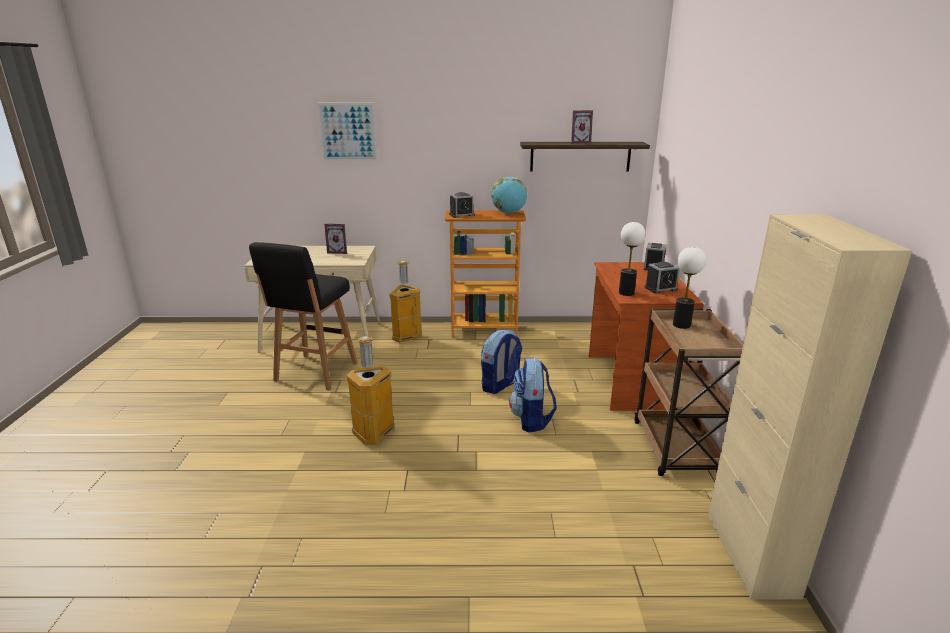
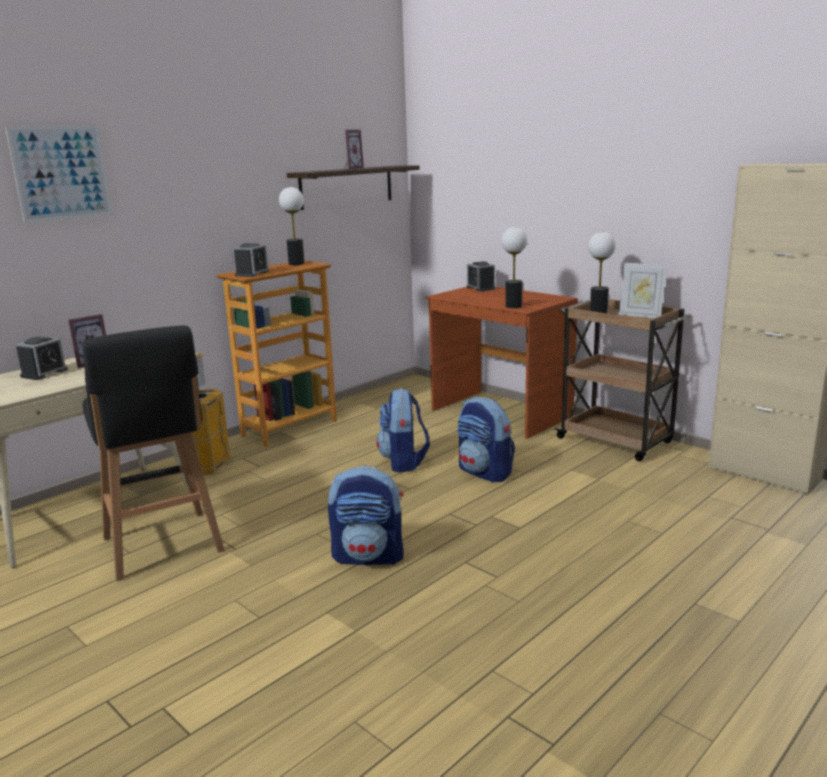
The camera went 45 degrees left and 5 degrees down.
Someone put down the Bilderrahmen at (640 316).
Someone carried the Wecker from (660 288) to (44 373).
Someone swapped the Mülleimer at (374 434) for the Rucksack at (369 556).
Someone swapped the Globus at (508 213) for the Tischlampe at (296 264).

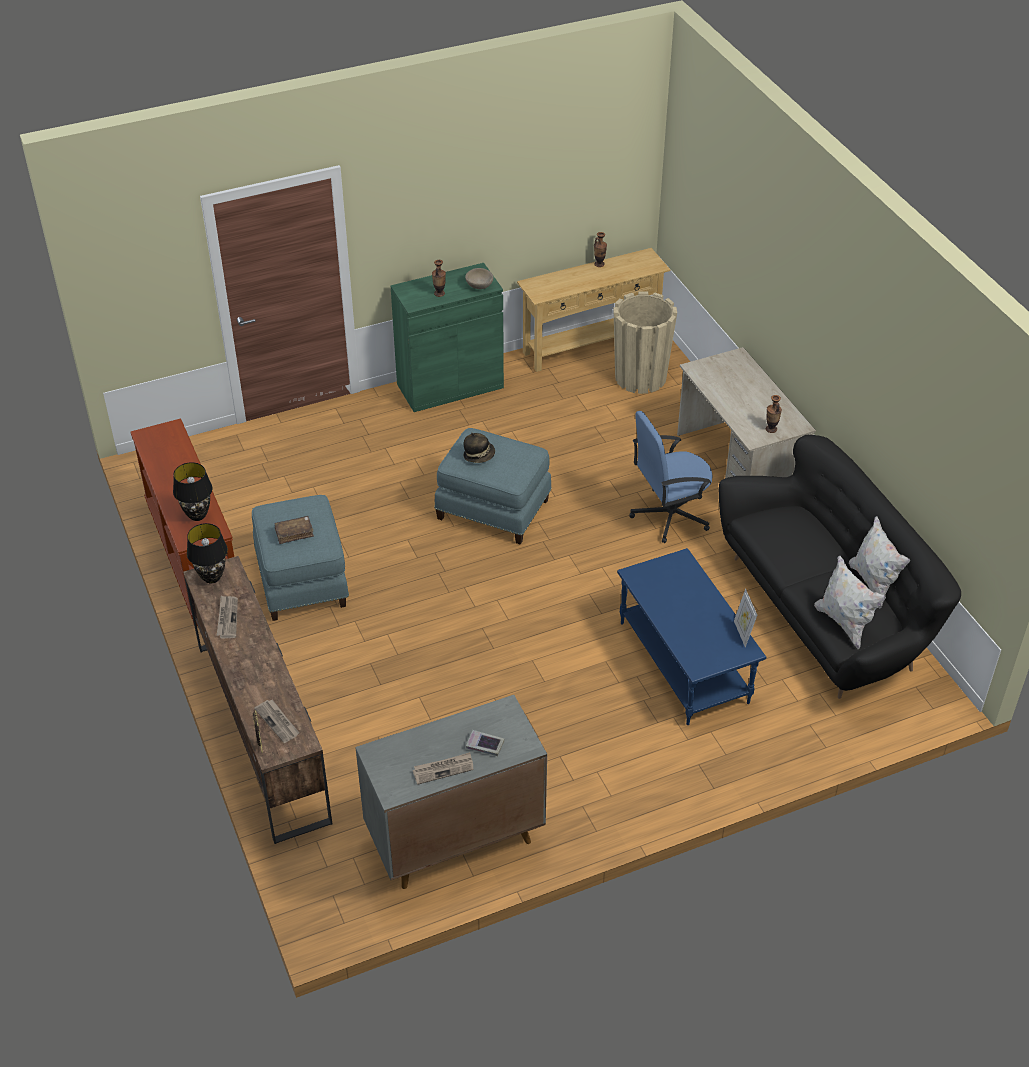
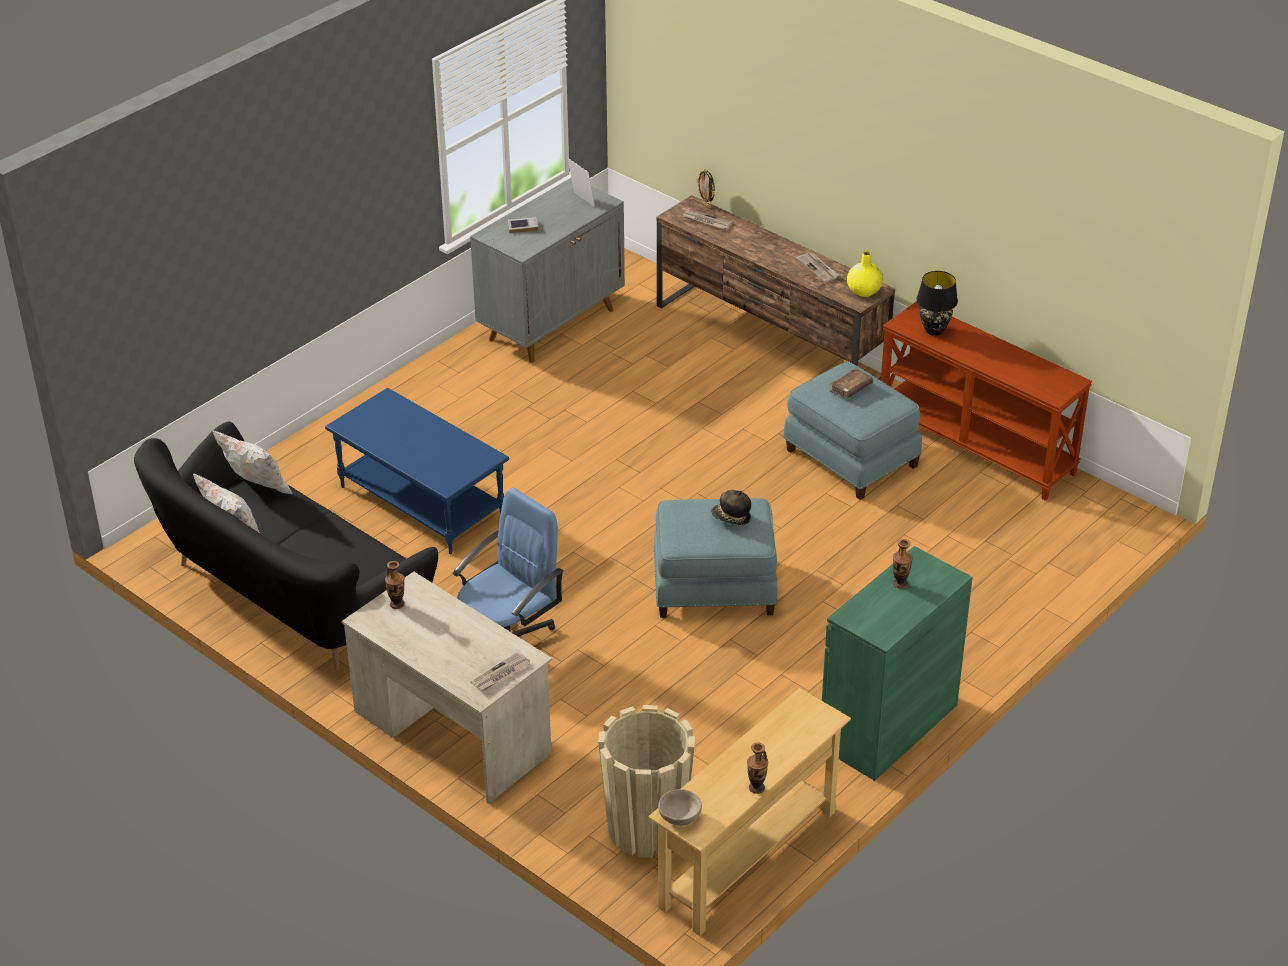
The camera went 155 degrees right and 5 degrees down.
Someone carried the Zeitung from (443 769) to (500 674).
Someone carried the Schüssel (beige) from (479 286) to (680 817).
Someone carried the Bilderrahmen from (743 633) to (581 200).
Someone swapped the Tischlampe (schwarz) at (212 578) for the Vase (gelb) at (864 290).

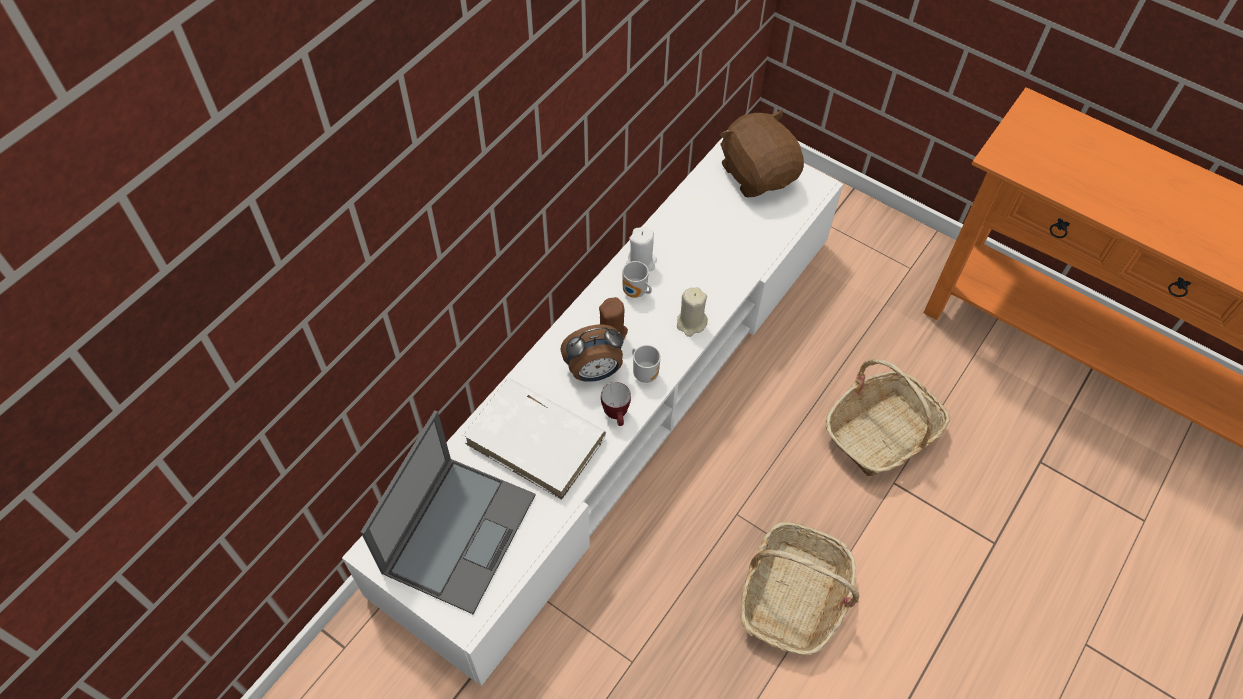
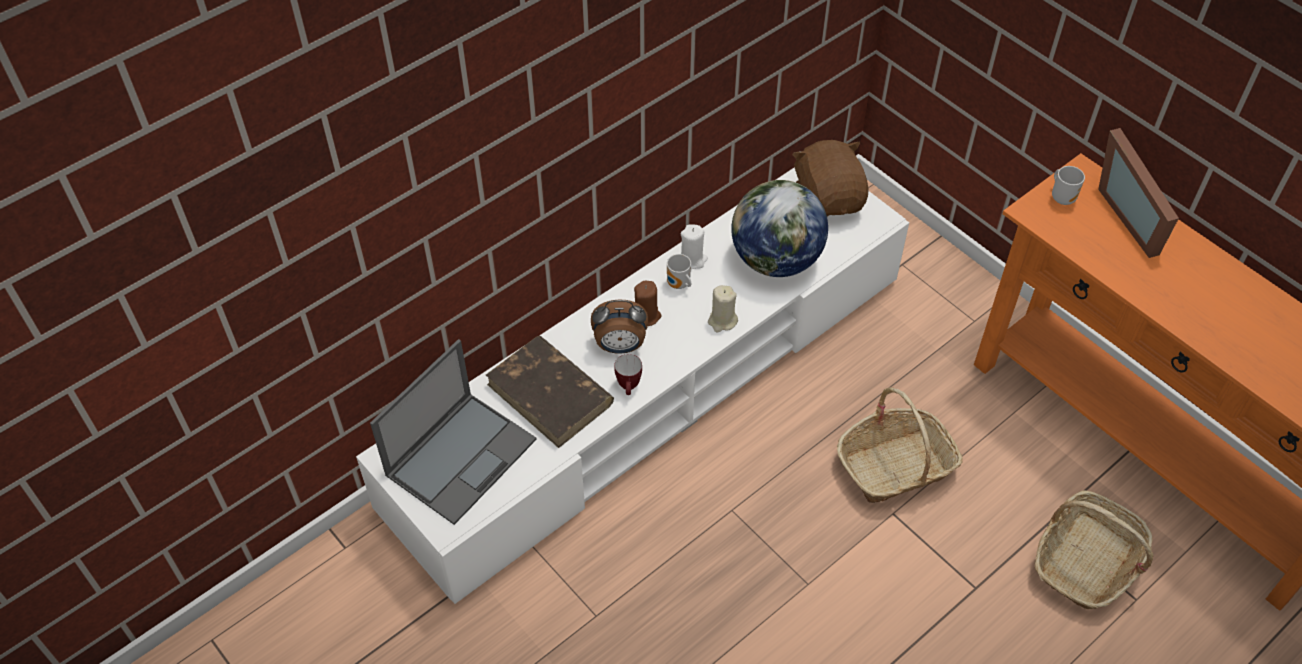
The camera went 15 degrees right and 5 degrees down.
Someone put down the Globus at (775 260).
Someone put down the Bilderrahmen at (1134 215).
Someone carried the Henkelbecher from (645 373) to (1062 197).
Someone carried the Korb from (793 597) to (1086 562).
Someone repainted the Buch (weiß) at (536 441), which became the Buch (braun) at (551 394).

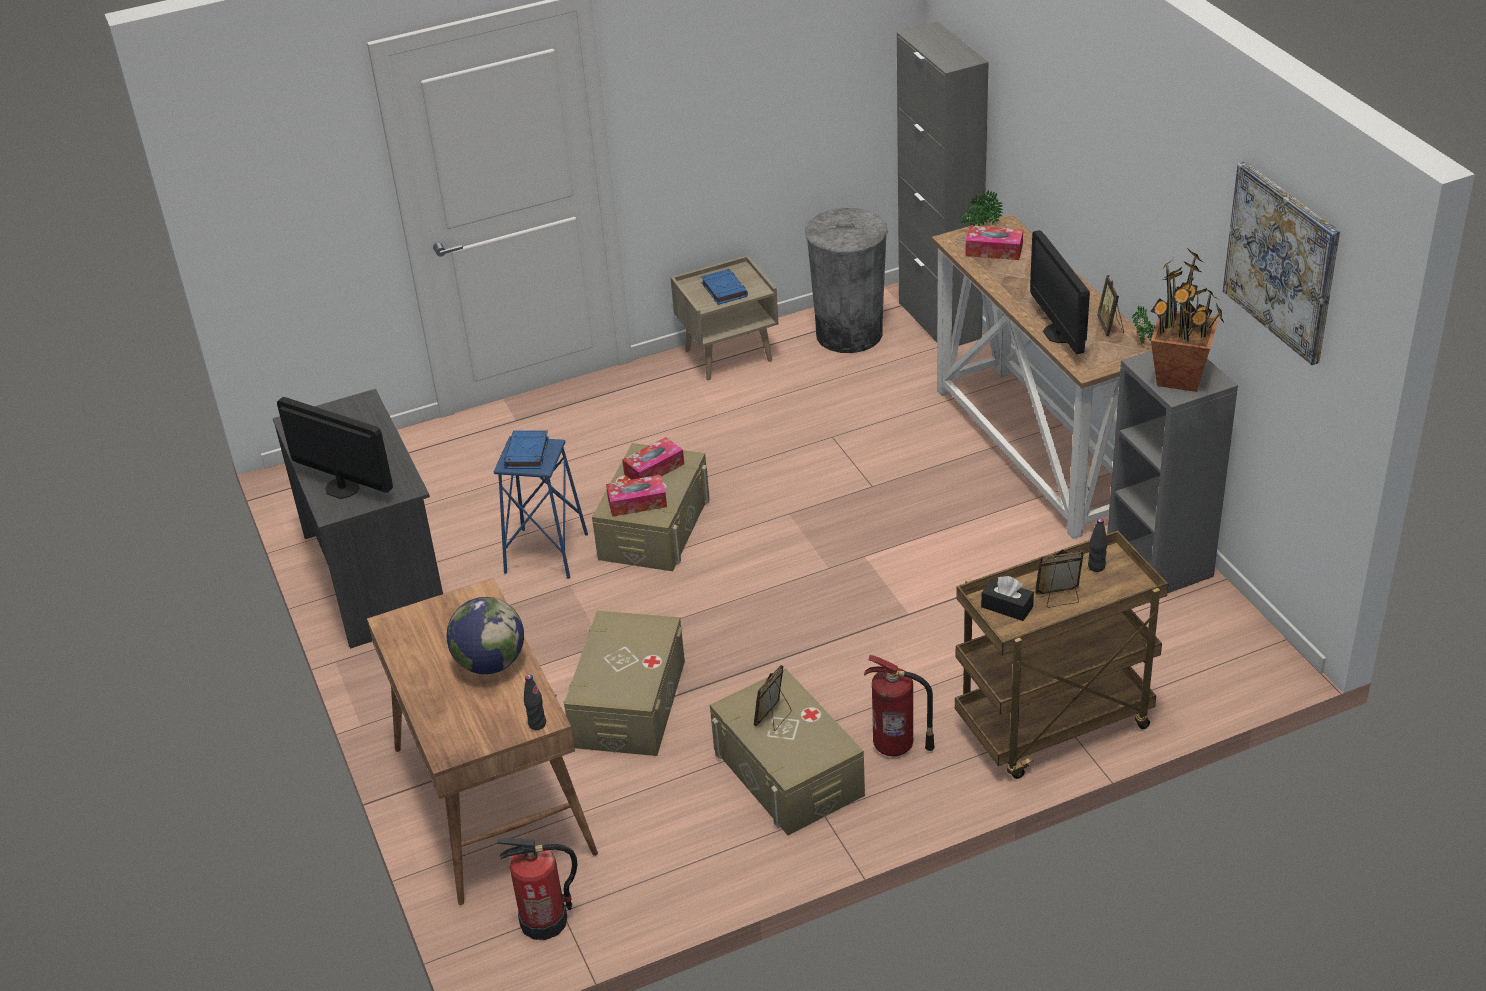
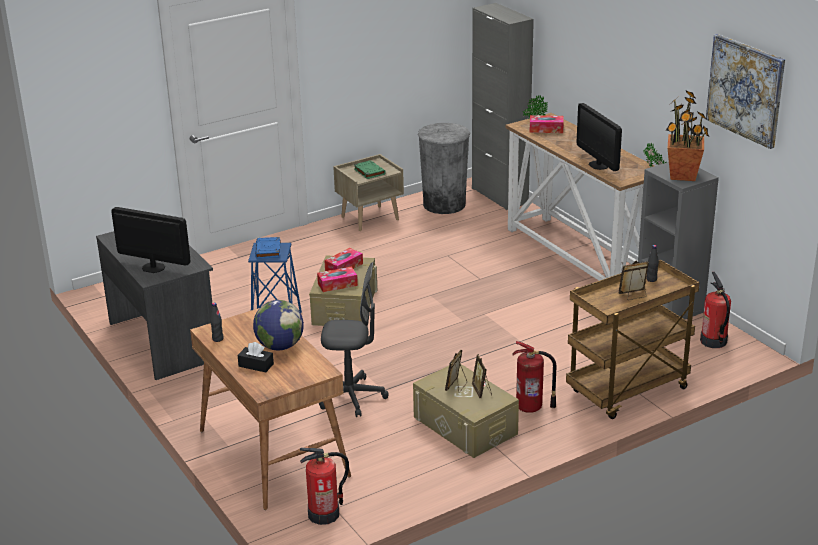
The camera went 10 degrees left and 10 degrees down.
Someone put down the Feuerlöscher at (713 341).
Someone carried the Flasche (schwarz) from (537 724) to (217 339).
Someone carried the Taschentuchbox (schwarz) from (1007 607) to (256 365).
Someone carried the Bilderrahmen from (1110 326) to (482 391).
Someone swapped the Aufbewahrungsbox (beige) at (629 703) for the Bürostuhl (grau) at (351 397).
Someone repainted the Buch (blau) at (724 290), which became the Buch (grün) at (369 172).

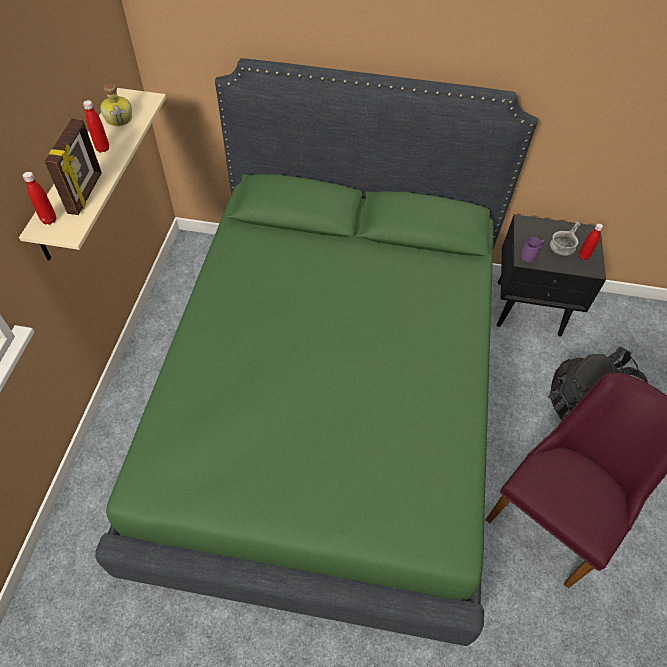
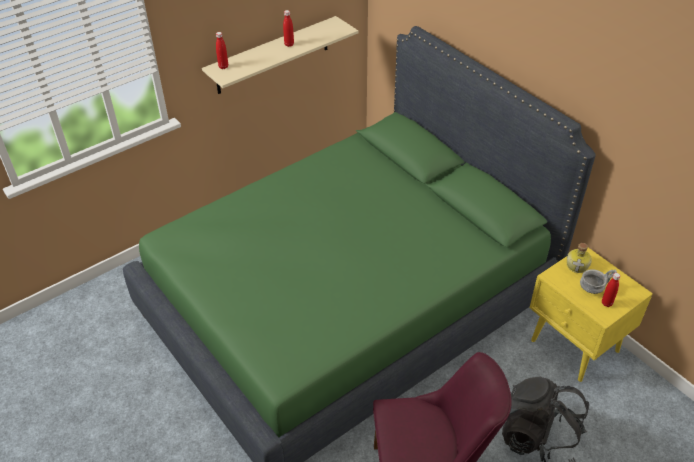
The camera went 45 degrees right and 10 degrees down.
Someone took away the Bilderrahmen at (86 193).
Someone took away the Henkelbecher (lila) at (530 255).
Someone carried the Flasche from (119 118) to (578 265).
Someone repainted the Nachttisch (schwarz) at (530 308), which became the Nachttisch (gelb) at (575 346).

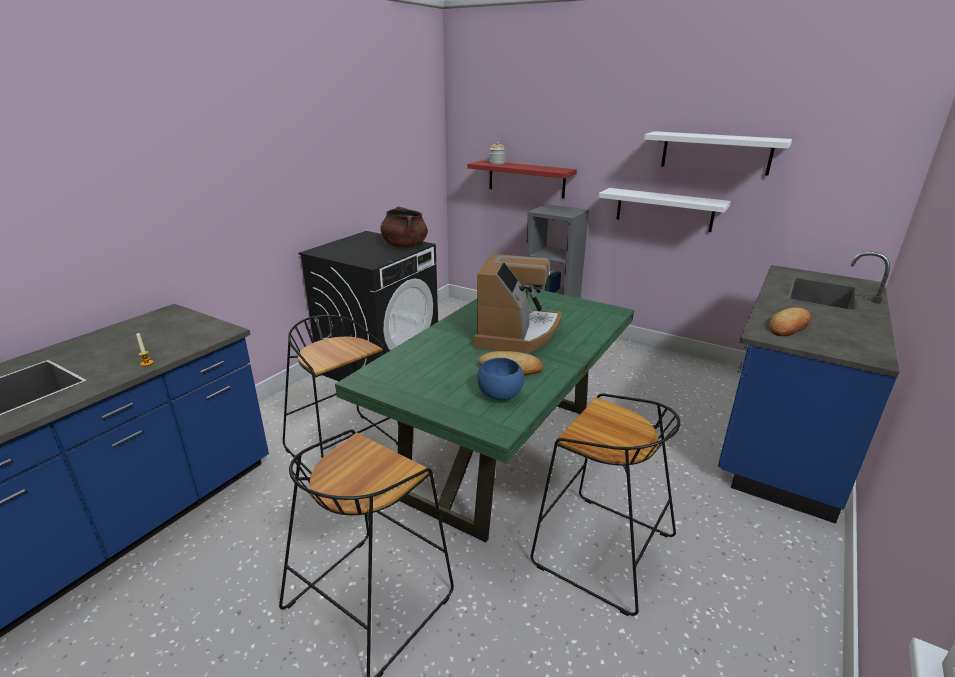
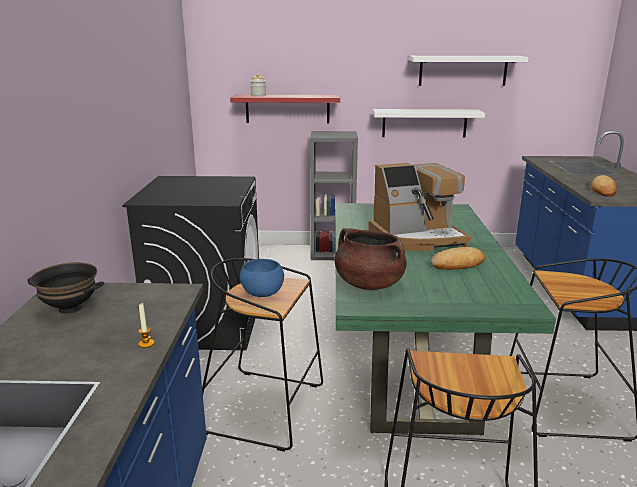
The camera went 30 degrees left and 5 degrees down.
Someone put down the Schüssel (schwarz) at (70 308).
Someone carried the Kochtopf (braun) from (404 245) to (368 284).
Someone carried the Schüssel (blau) from (499 395) to (262 293).
Someone rotated the Kaffeemaschine at (516 334) by 90 degrees clockwise.

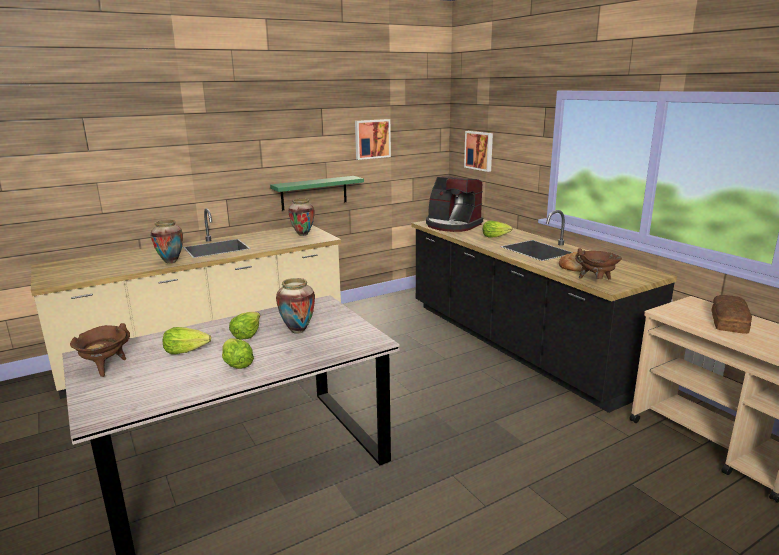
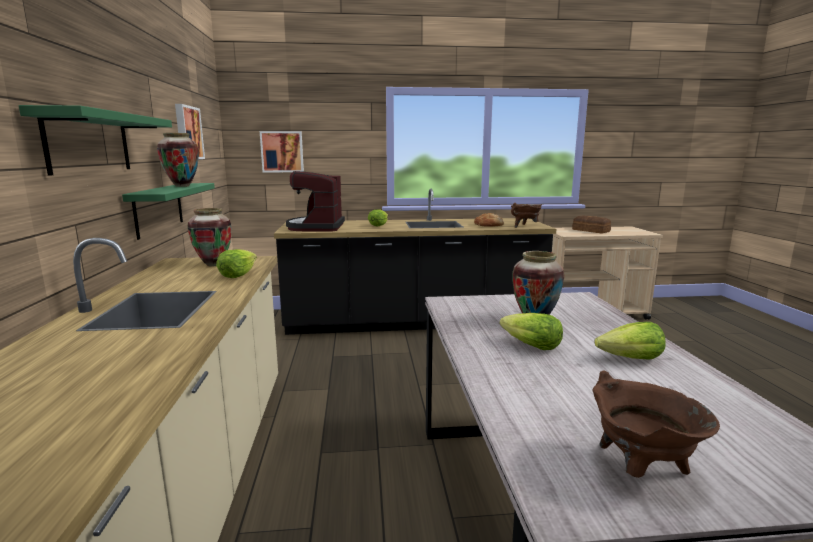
The camera went 65 degrees left and 5 degrees down.
Someone put up the Wandregal (grün) at (89 143).
Someone carried the Vase from (171 262) to (182 186).
Someone carried the Salatkopf from (186 350) to (238 275).
Someone rotated the Kaffeemaschine at (452 225) by 120 degrees clockwise.

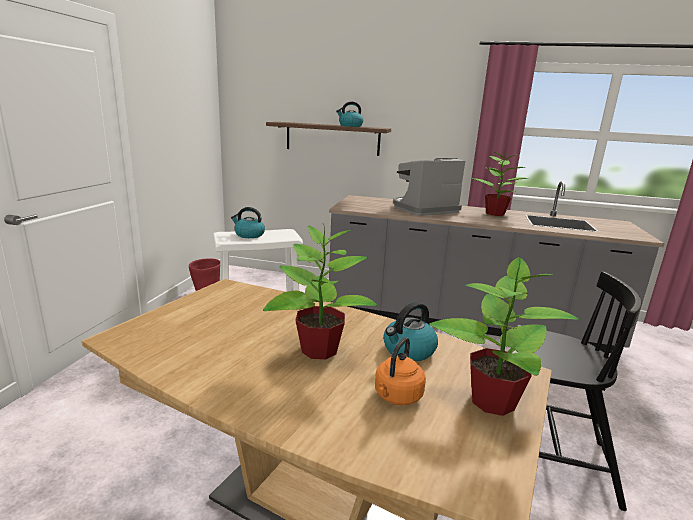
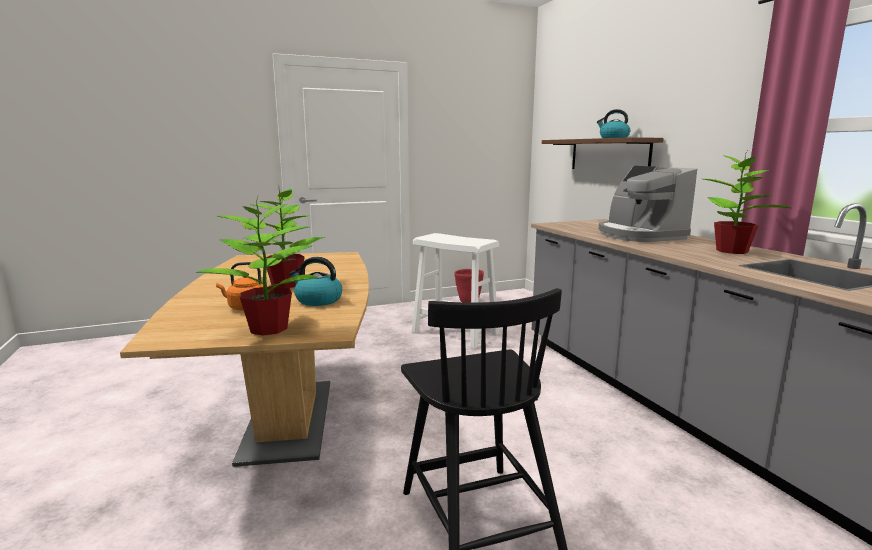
The camera went 55 degrees right and 5 degrees down.
Someone took away the Wasserkessel at (249 235).
Someone rotated the Kaffeemaschine at (424 209) by 135 degrees counterclockwise.

